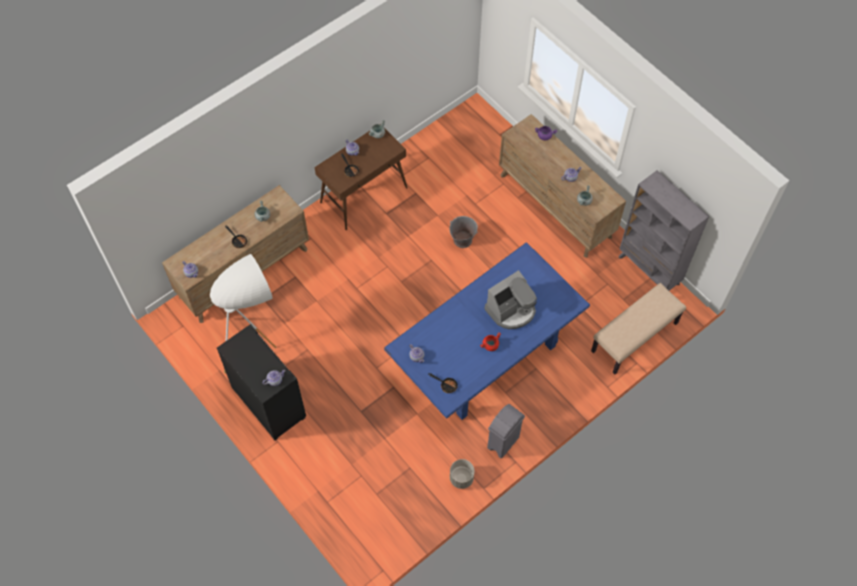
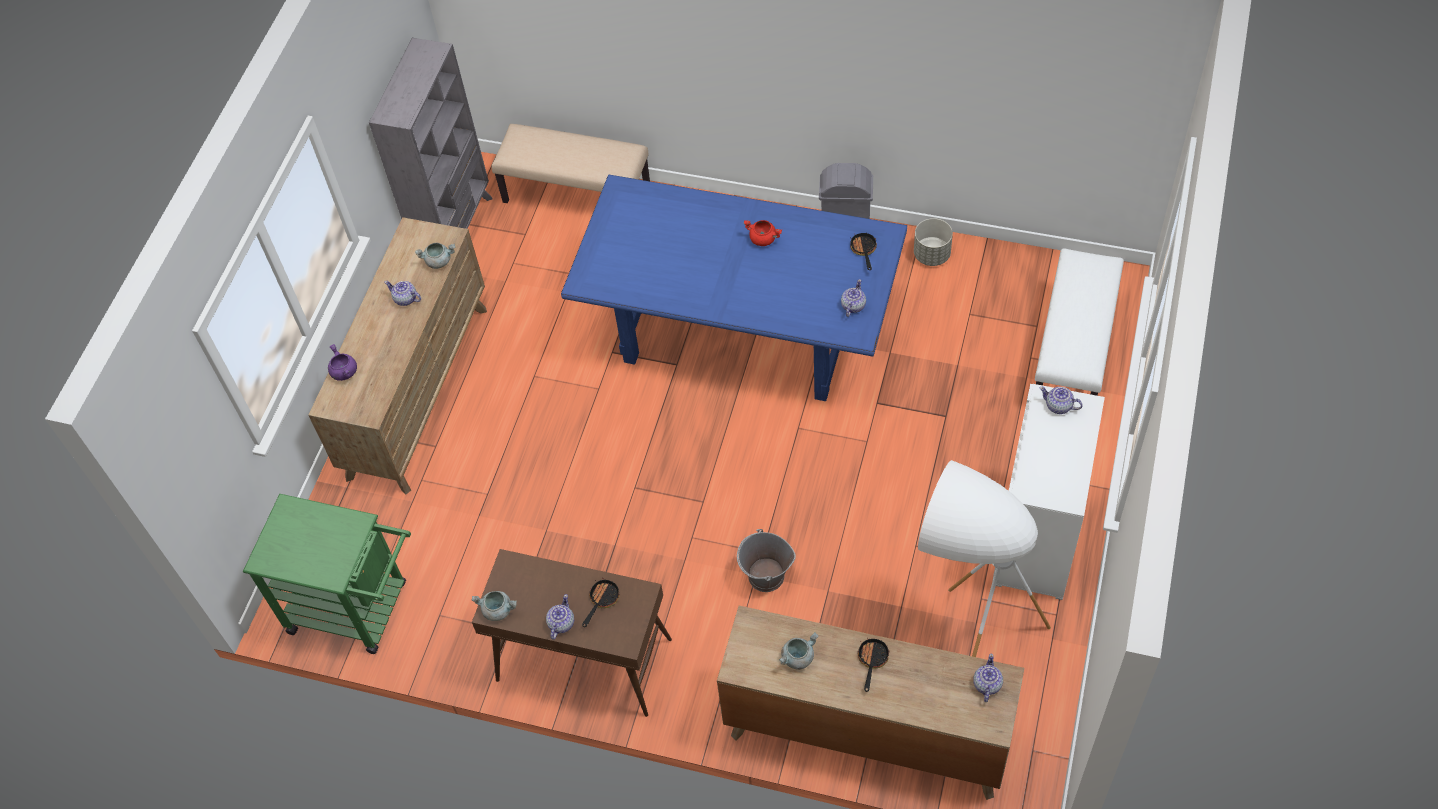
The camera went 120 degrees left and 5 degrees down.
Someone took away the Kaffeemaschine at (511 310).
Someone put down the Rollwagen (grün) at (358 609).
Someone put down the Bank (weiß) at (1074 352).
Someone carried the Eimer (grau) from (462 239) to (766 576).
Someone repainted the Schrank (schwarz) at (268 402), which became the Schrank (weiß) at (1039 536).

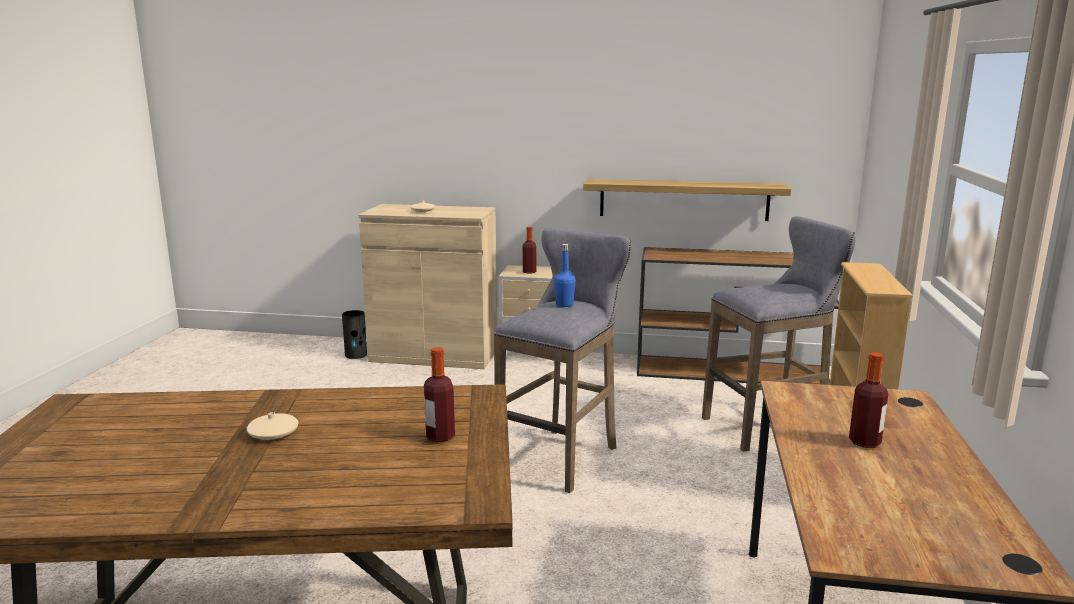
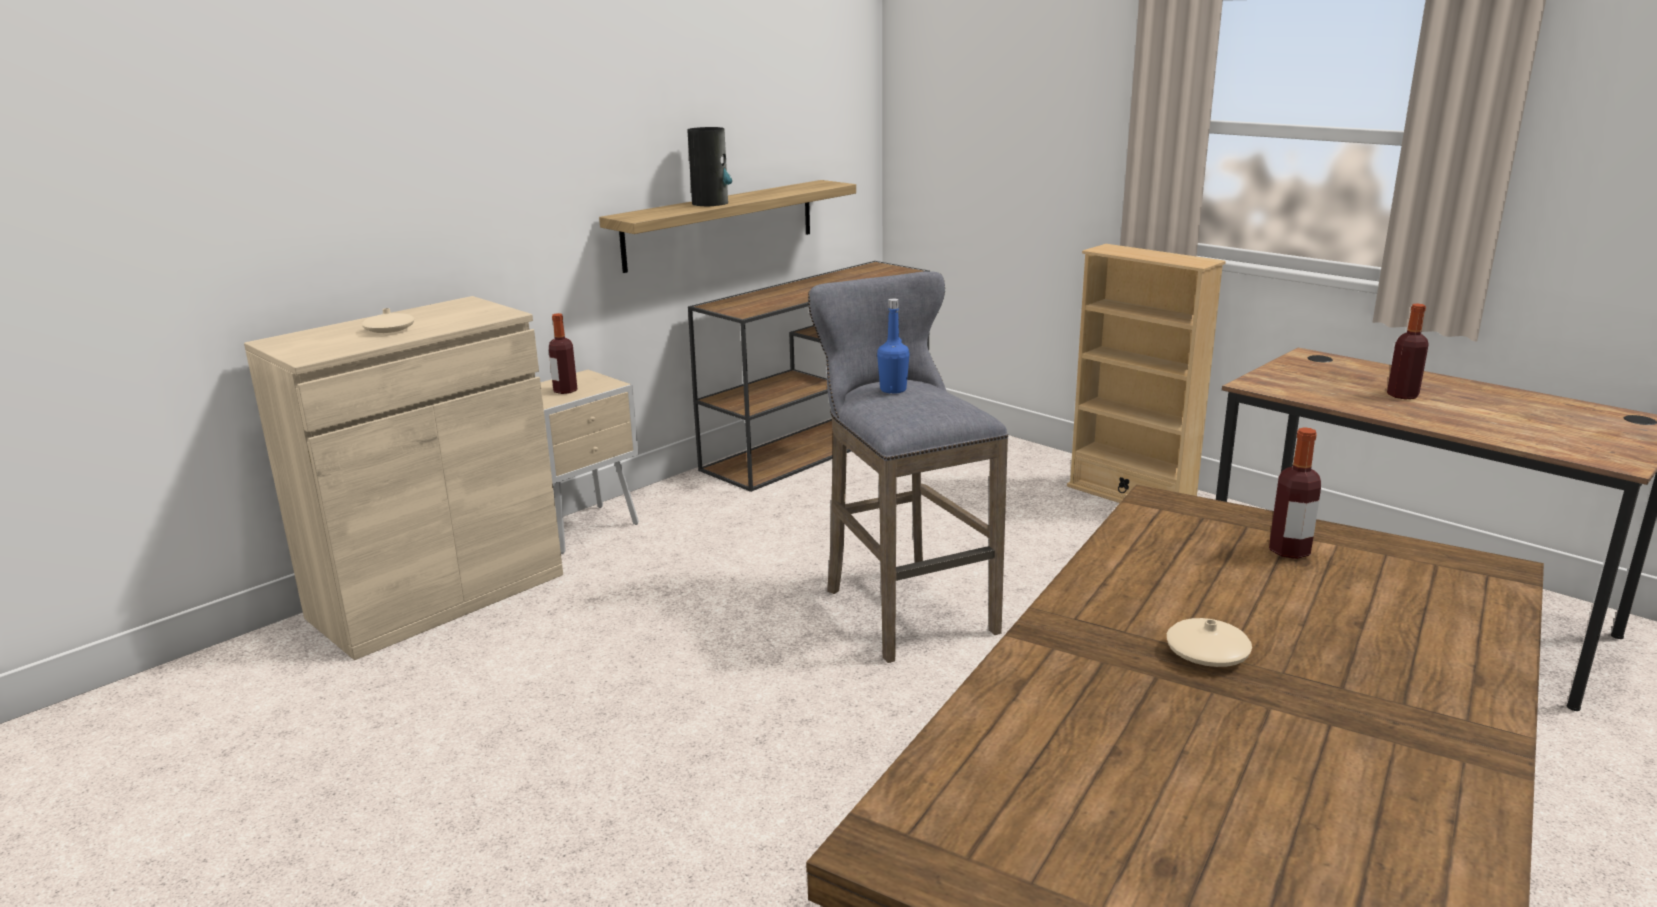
The camera went 55 degrees left and 5 degrees up.
Someone took away the Hocker (grau) at (769 427).
Someone carried the Vase from (356 355) to (710 203).

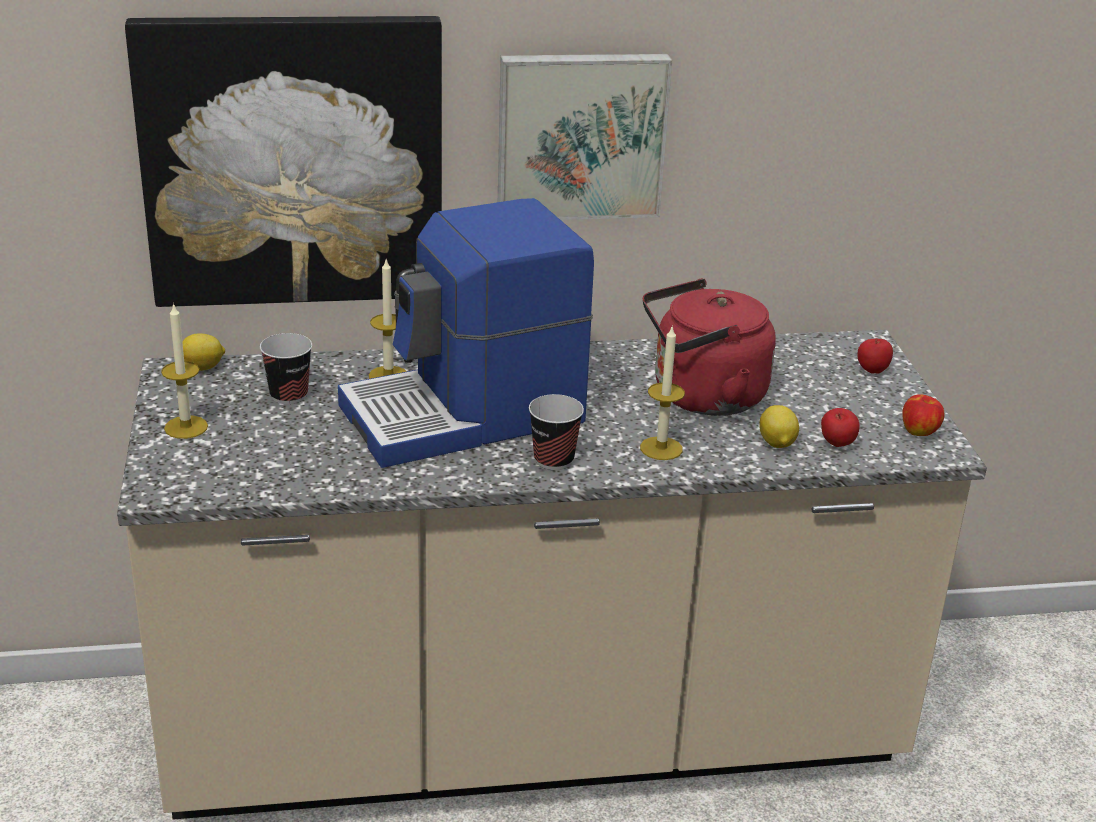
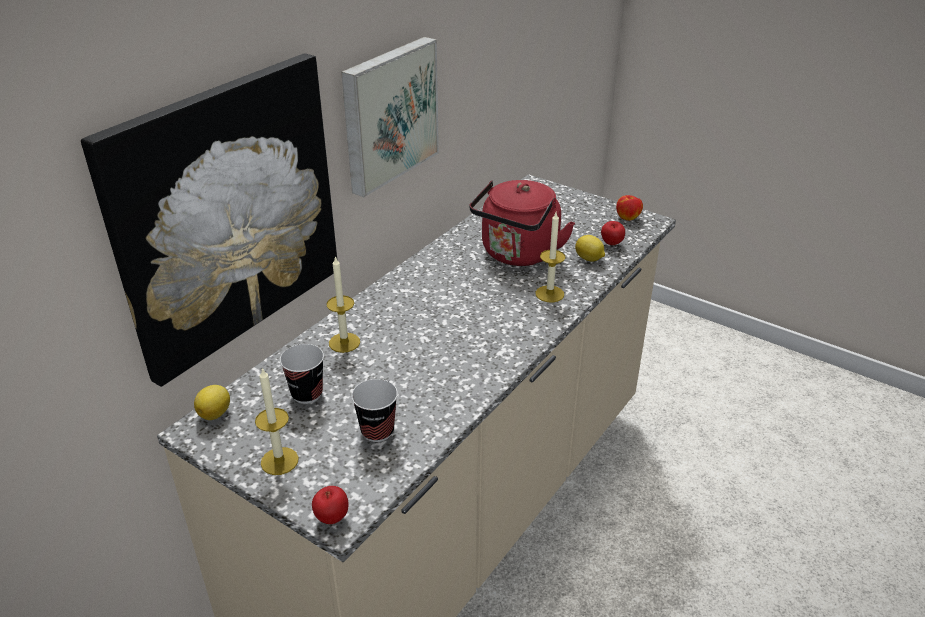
The camera went 45 degrees left and 5 degrees up.
Someone took away the Kaffeemaschine at (465 415).
Someone carried the Tasse from (553 460) to (377 431).
Someone carried the Apfel from (872 371) to (332 518).

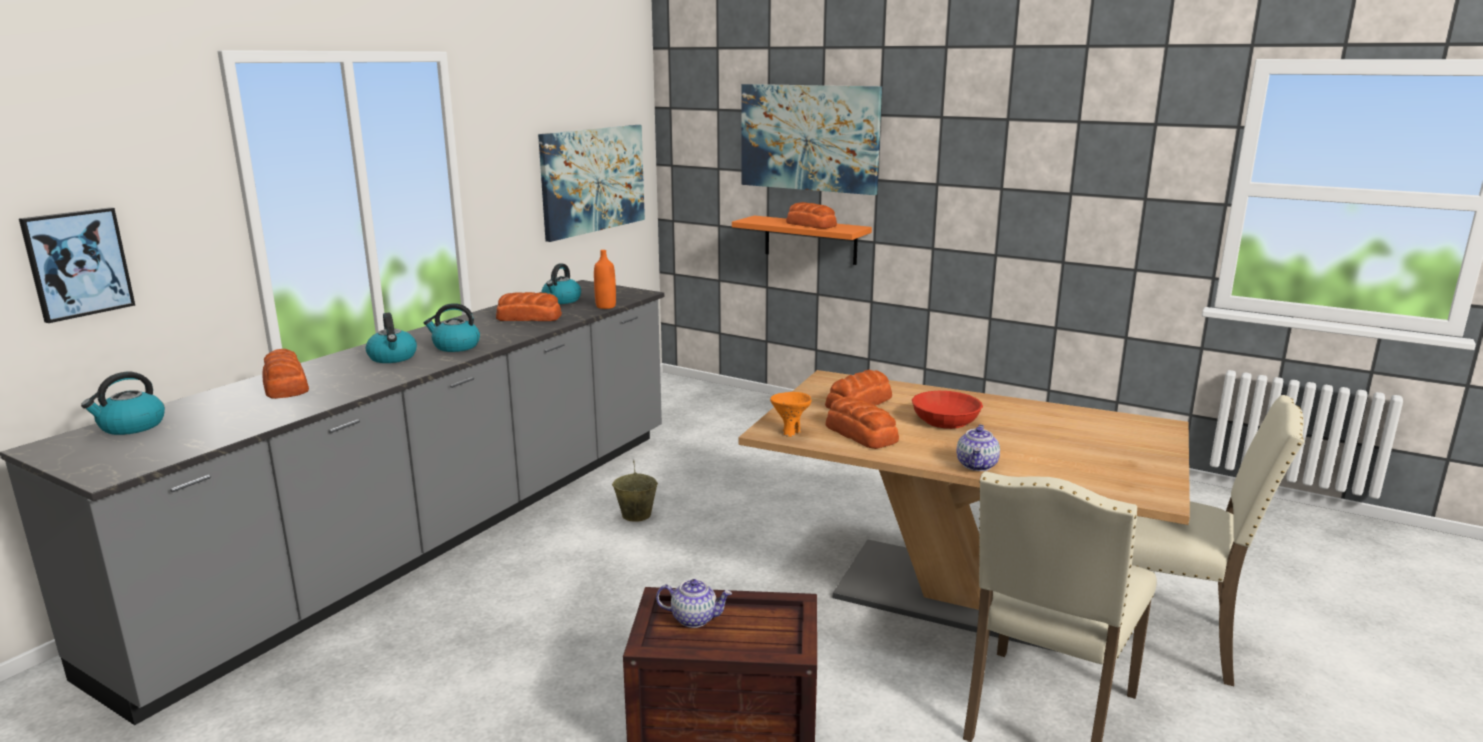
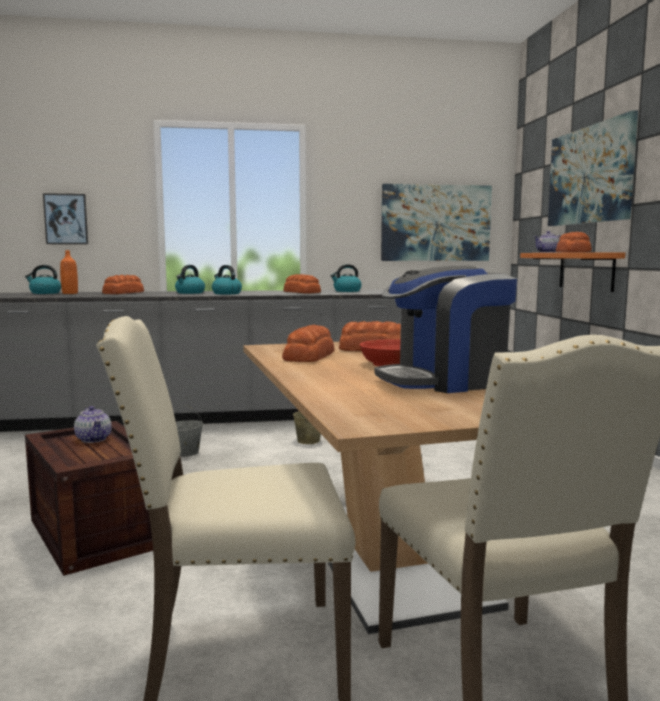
The camera went 50 degrees right and 10 degrees down.
Someone took away the Schüssel (orange) at (790 432).
Someone put down the Eimer (grau) at (186 453).
Someone put down the Kaffeemaschine at (445 381).
Someone carried the Flasche (orange) from (605 306) to (70 293).
Someone carried the Teekanne from (977 465) to (547 252).

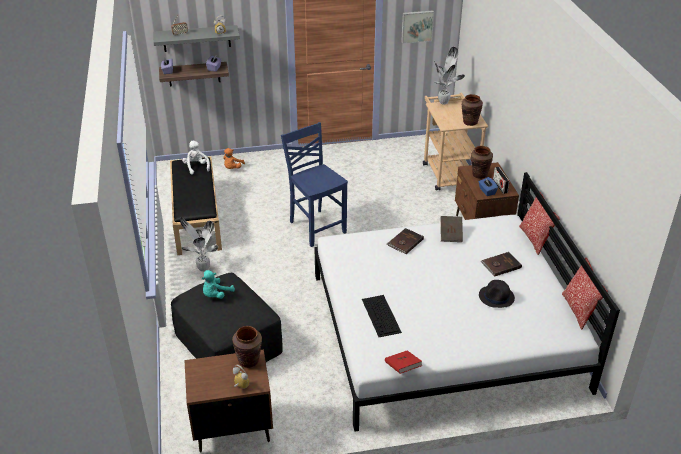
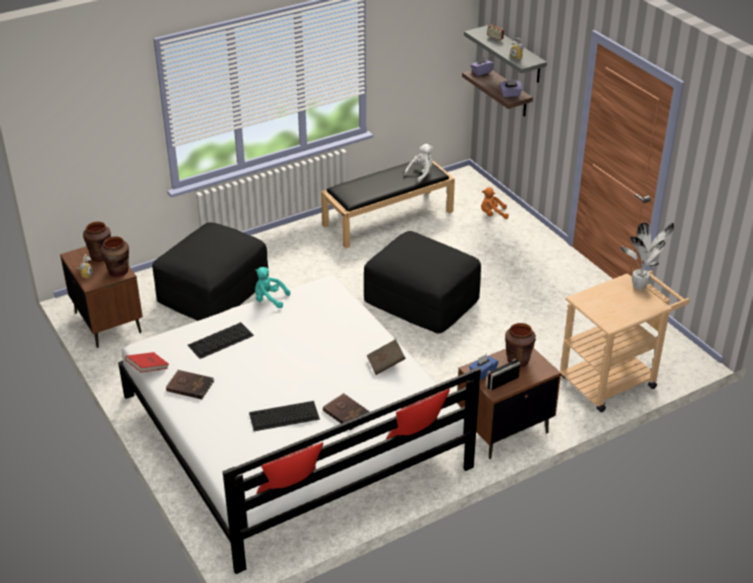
The camera went 70 degrees right and 0 degrees up.
Someone took away the Topfpflanze at (202 268).
Someone took away the Bild at (417 26).
Someone carried the Plüschtier (türkis) from (216 295) to (269 299).
Someone carried the Buch (braun) from (405 242) to (190 385).
Someone carried the Vase (braun) from (470 122) to (100 256).
Someone swapped the Stuhl (blau) at (316 227) for the Polsterhocker (schwarz) at (422 299).
Someone swapped the Hut (schwarz) at (496 297) for the Tastatur at (283 416).

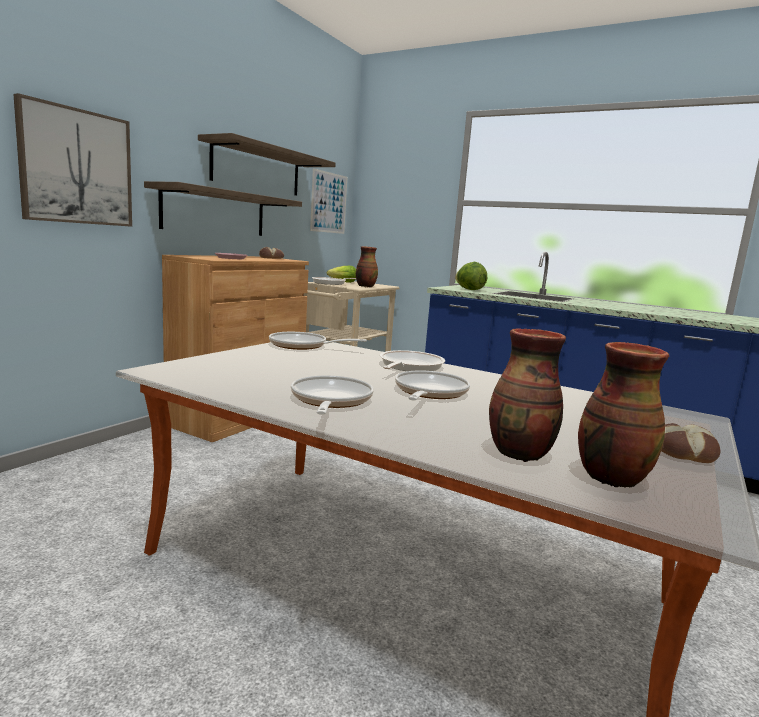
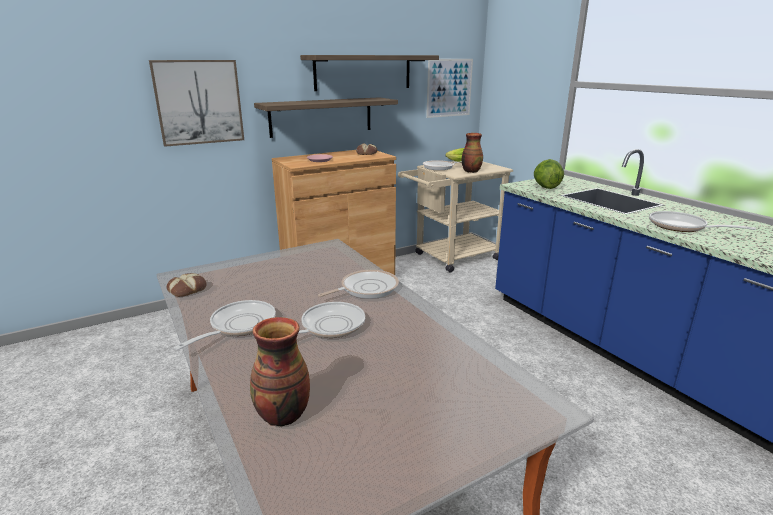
The camera went 30 degrees right and 10 degrees up.
Someone took away the Vase at (609 477).
Someone carried the Pfanne from (303 346) to (682 227).
Someone carried the Brot from (681 451) to (187 289).

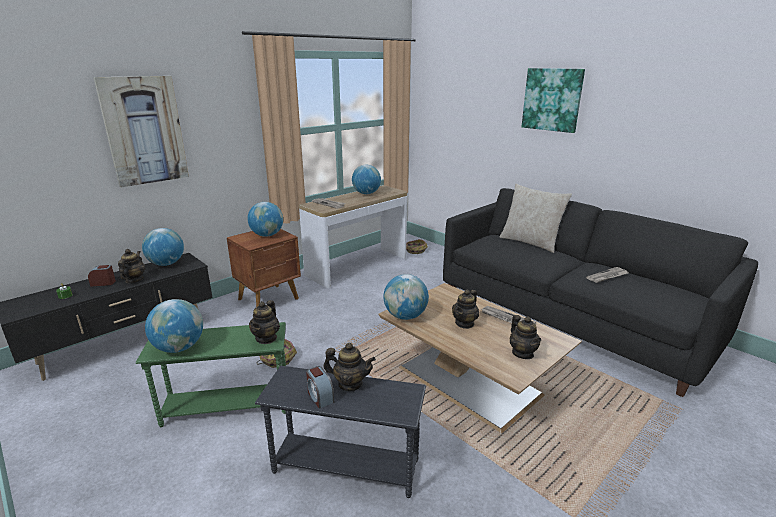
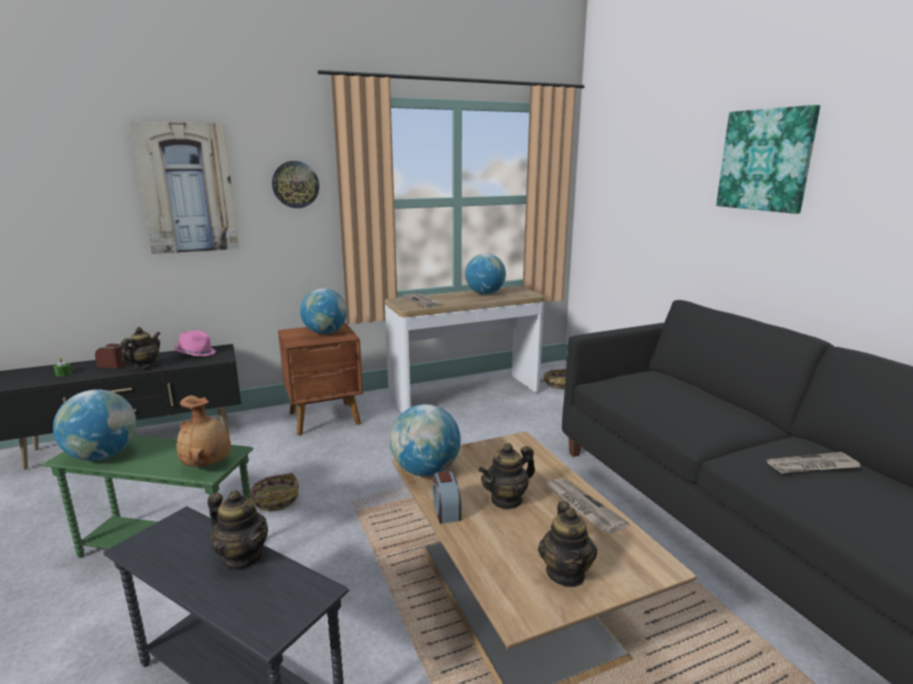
The camera went 20 degrees right and 5 degrees down.
Someone took away the Kissen (beige) at (530 242).
Someone put up the Wanduhr at (295 184).
Someone carried the Wecker from (320 396) to (446 510).
Someone swapped the Globus at (166 264) for the Hut (rosa) at (196 353).
Someone swapped the Teekanne at (266 338) for the Vase (braun) at (208 464).

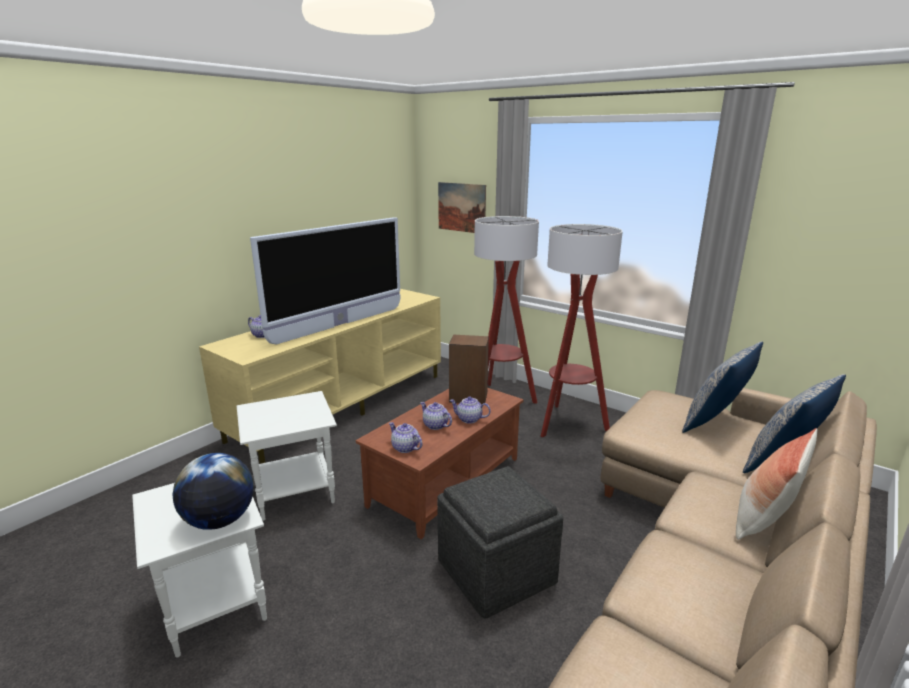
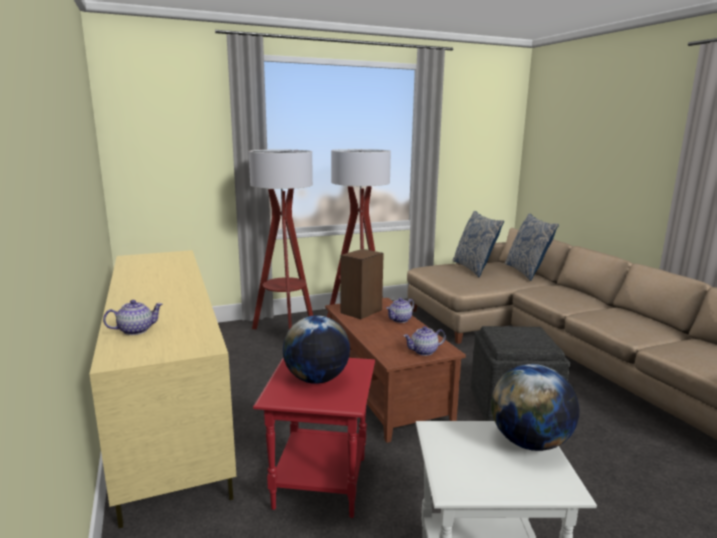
The camera went 60 degrees left and 5 degrees down.
Someone took away the Fernseher at (339 325).
Someone took away the Teekanne at (435 425).
Someone took away the Bild at (461 207).
Someone took away the Kissen at (763 520).
Someone put down the Globus at (316 379).
Someone repainted the Beistelltisch (weiß) at (293 494), which became the Beistelltisch (rot) at (320 483).

